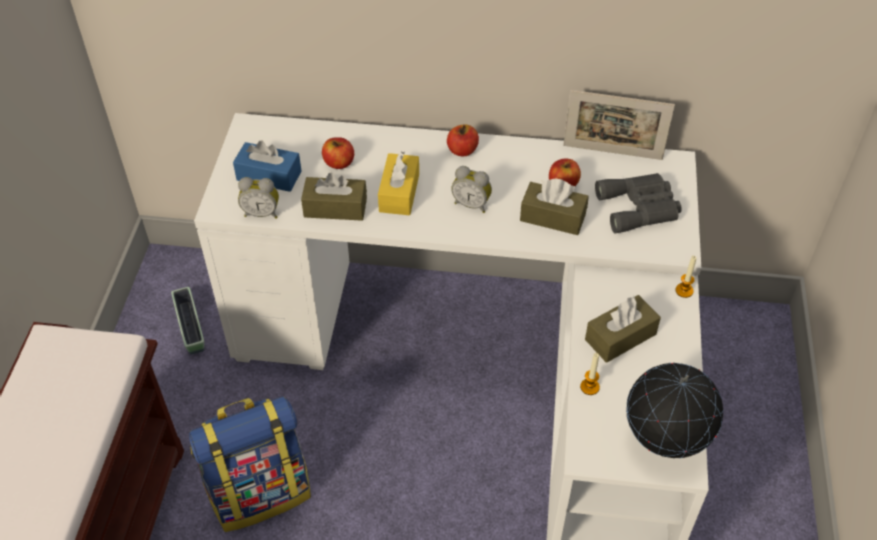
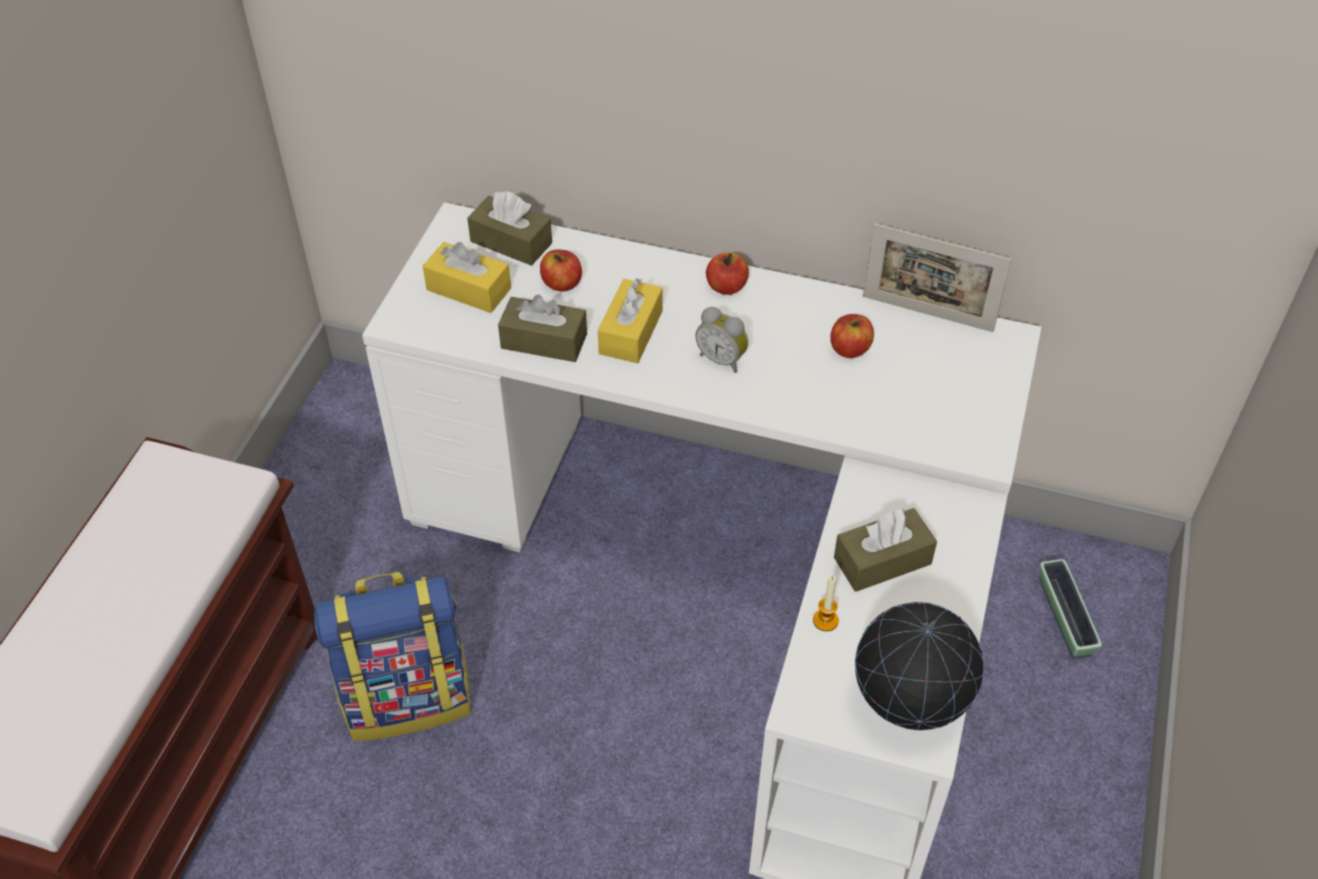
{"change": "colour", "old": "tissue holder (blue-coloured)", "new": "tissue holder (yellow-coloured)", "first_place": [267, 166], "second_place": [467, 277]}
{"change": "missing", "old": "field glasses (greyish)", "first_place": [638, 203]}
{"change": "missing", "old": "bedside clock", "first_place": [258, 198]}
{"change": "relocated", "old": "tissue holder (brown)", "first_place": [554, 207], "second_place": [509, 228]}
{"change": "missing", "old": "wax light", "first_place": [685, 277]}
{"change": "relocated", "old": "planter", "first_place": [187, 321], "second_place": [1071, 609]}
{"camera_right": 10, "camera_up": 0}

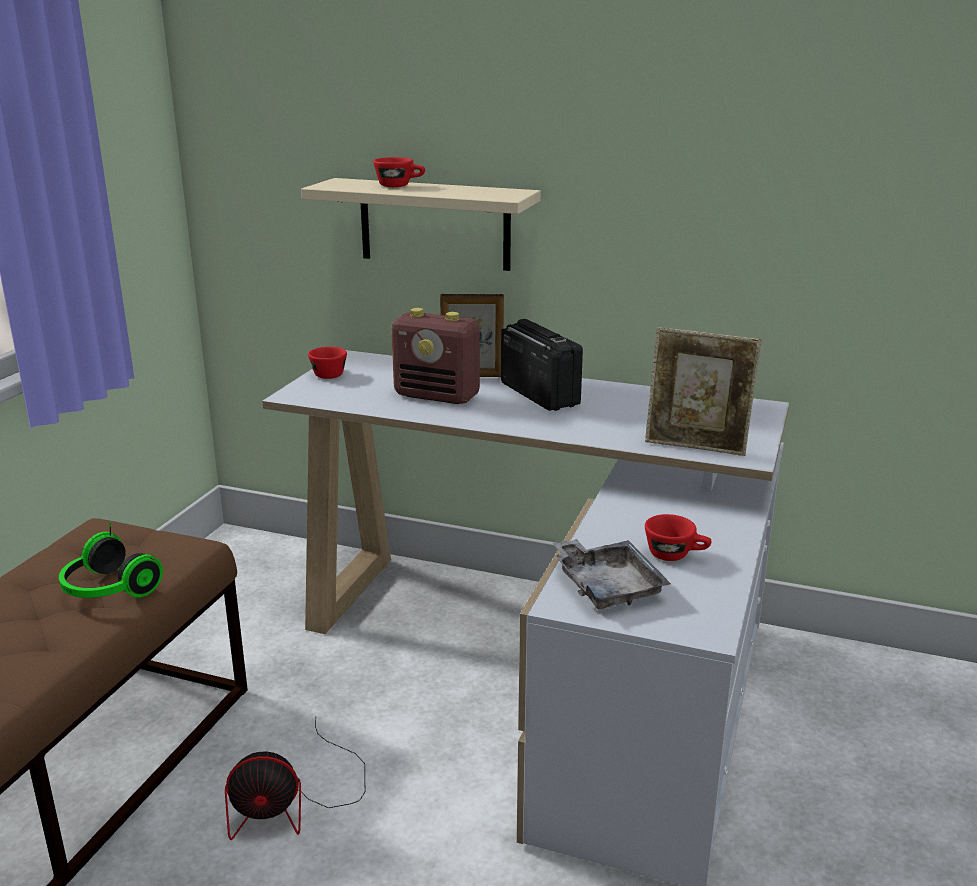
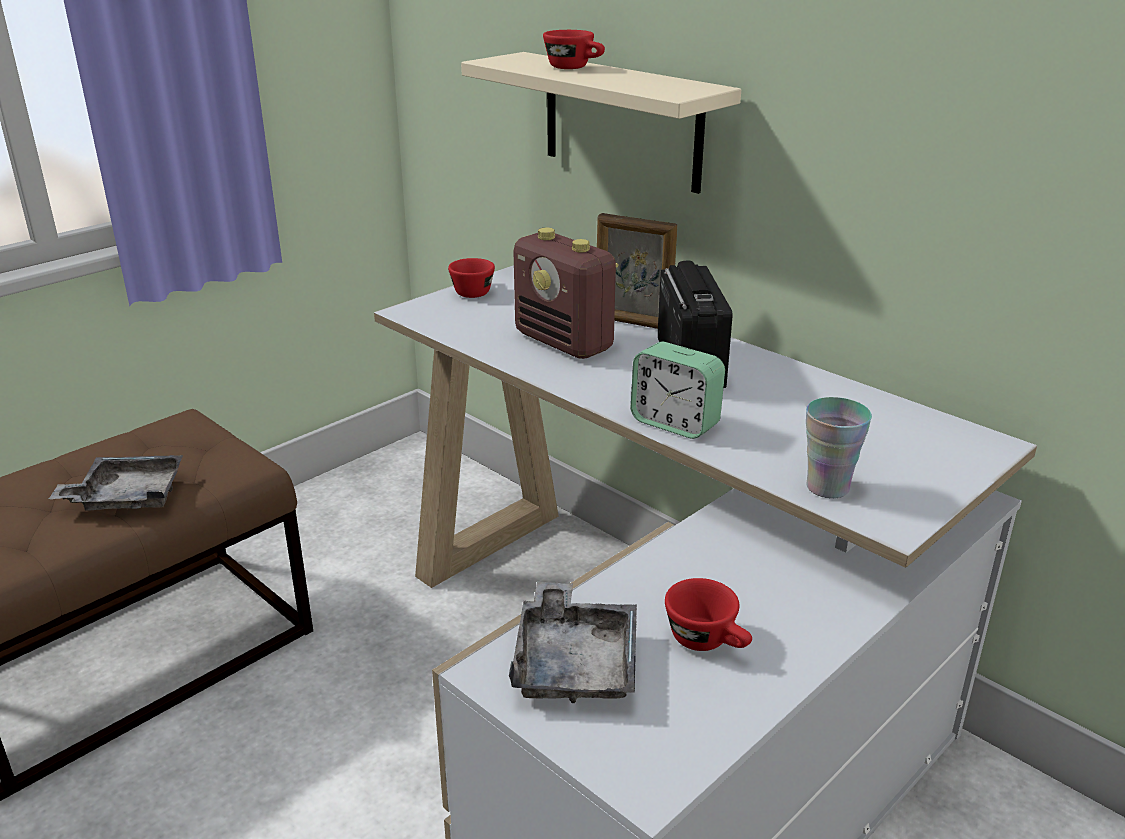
{"change": "exchanged", "old": "picture frame", "new": "drinking cup", "first_place": [703, 391], "second_place": [839, 447]}
{"change": "exchanged", "old": "headset", "new": "carrying tray (greyish)", "first_place": [111, 560], "second_place": [116, 482]}
{"change": "missing", "old": "fan", "first_place": [295, 779]}
{"change": "appeared", "new": "bedside clock", "second_place": [678, 390]}
{"camera_right": 25, "camera_up": 5}

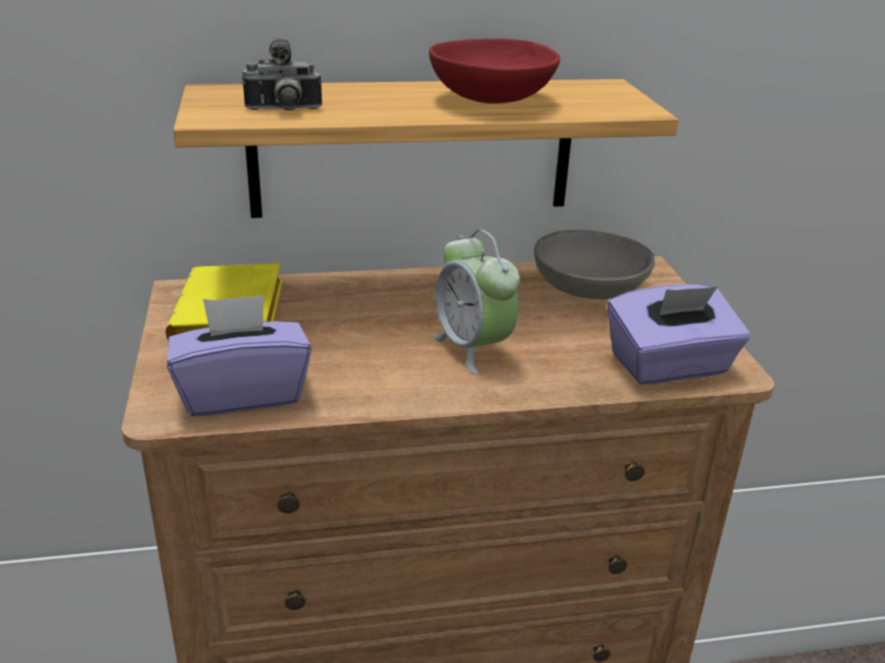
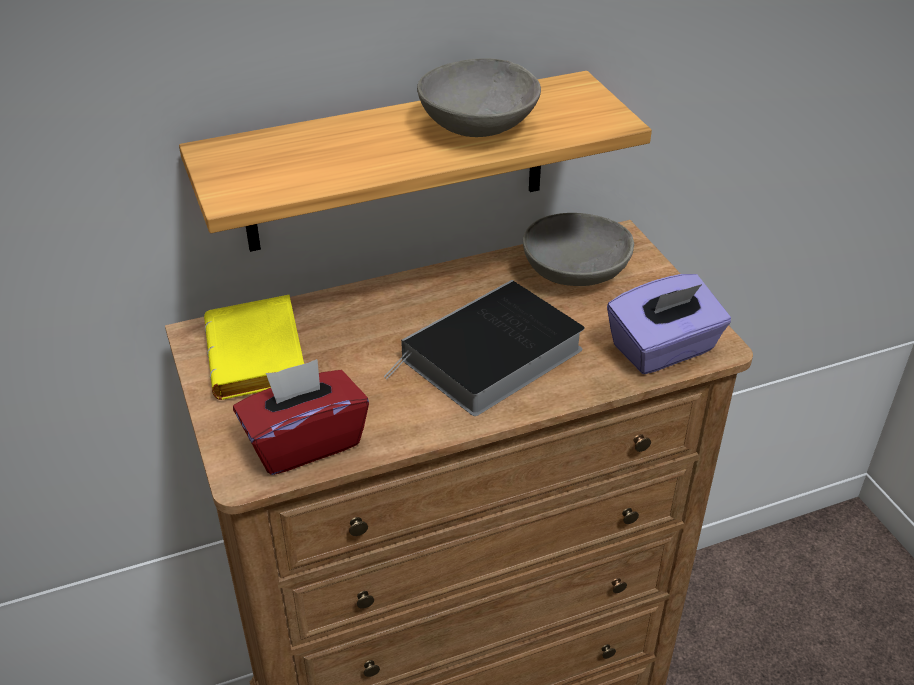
{"change": "colour", "old": "deep dish (reddish)", "new": "deep dish (greyish)", "first_place": [494, 71], "second_place": [479, 97]}
{"change": "missing", "old": "photo camera", "first_place": [282, 75]}
{"change": "exchanged", "old": "bedside clock", "new": "bound book", "first_place": [476, 302], "second_place": [484, 348]}
{"change": "colour", "old": "tissue holder (purplish)", "new": "tissue holder (reddish)", "first_place": [239, 355], "second_place": [301, 417]}
{"camera_right": -10, "camera_up": 10}

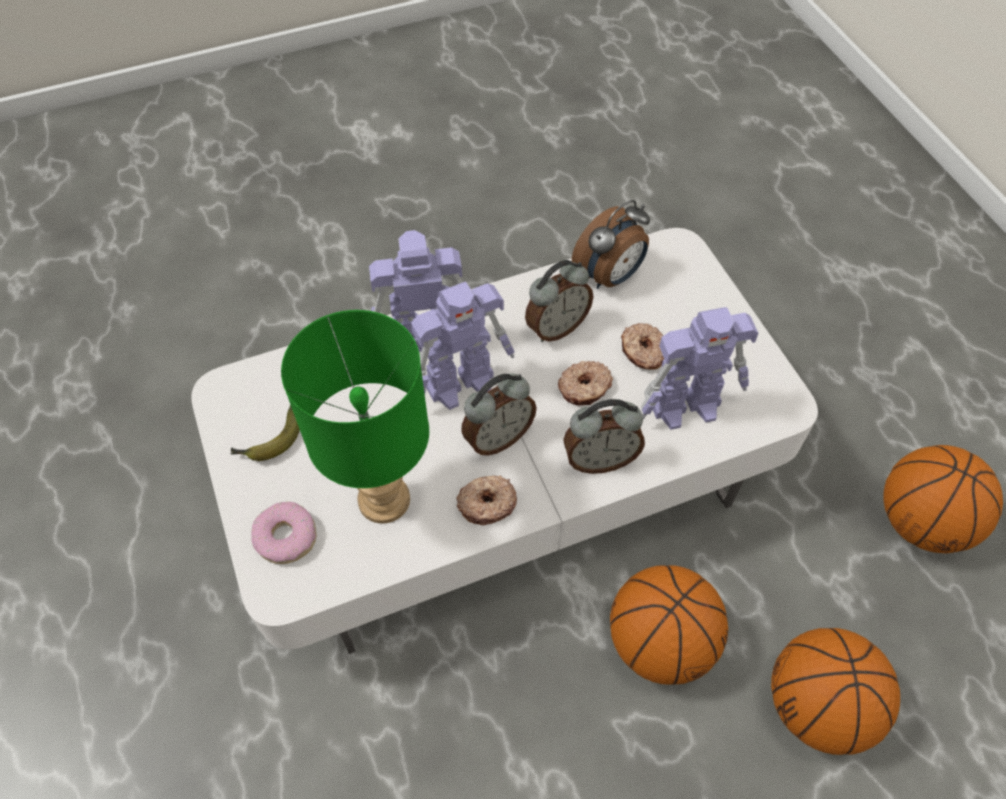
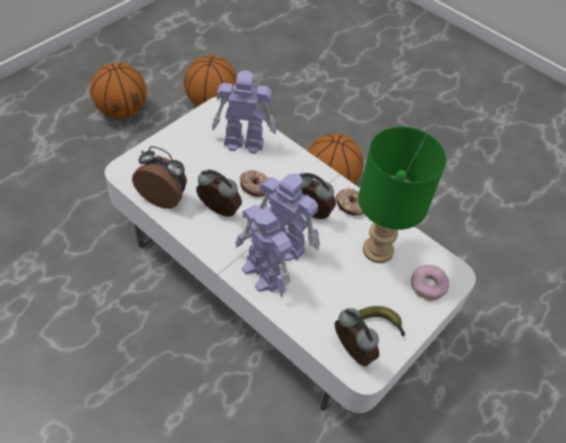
{"change": "spun", "old": "robot figure", "first_place": [700, 368], "second_place": [244, 112], "degrees": -45}
{"change": "missing", "old": "ring doughnut", "first_place": [642, 346]}
{"change": "relocated", "old": "bedside clock", "first_place": [604, 436], "second_place": [357, 337]}
{"change": "relocated", "old": "basketball", "first_place": [835, 691], "second_place": [118, 90]}
{"camera_right": -120, "camera_up": -5}

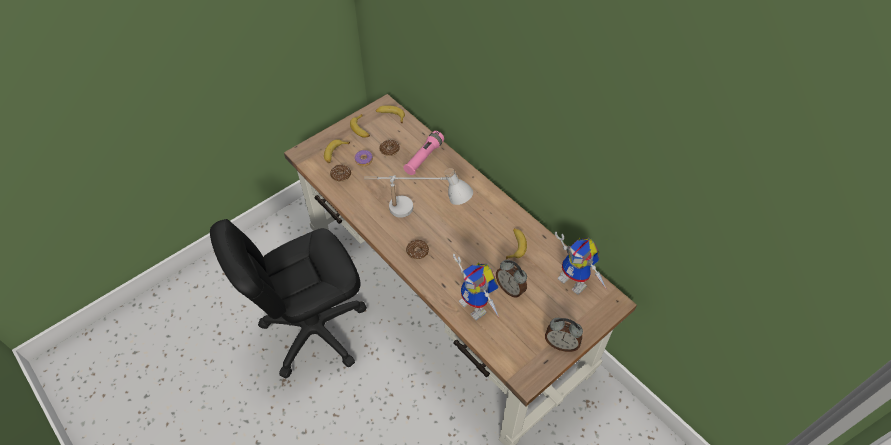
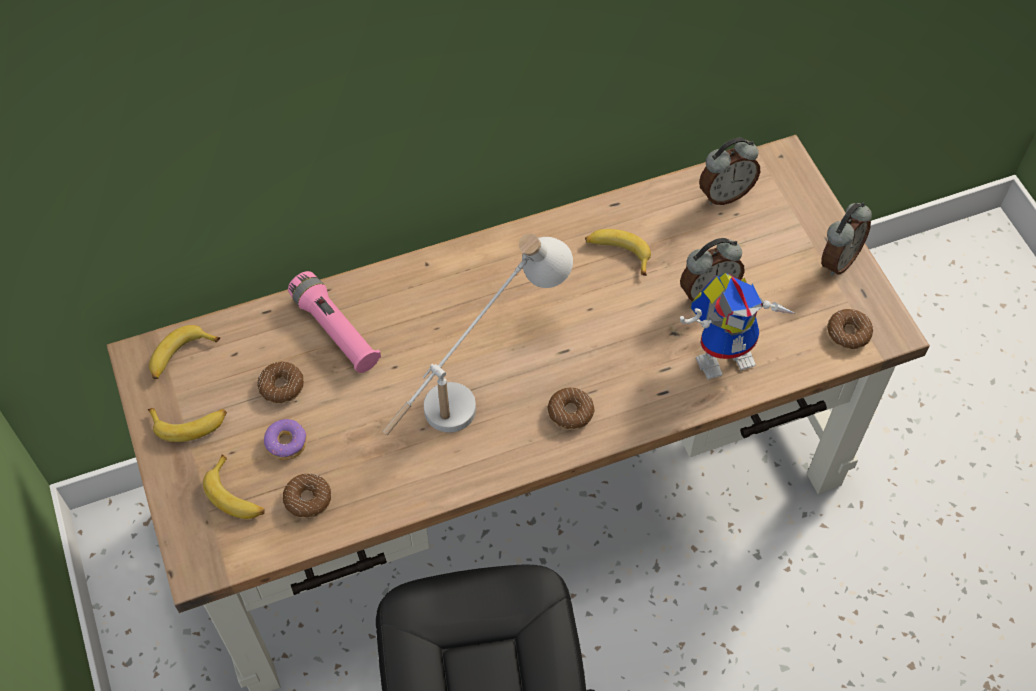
{"change": "exchanged", "old": "robot figure", "new": "bedside clock", "first_place": [581, 263], "second_place": [729, 171]}
{"change": "appeared", "new": "ring doughnut", "second_place": [850, 329]}
{"camera_right": -70, "camera_up": 5}

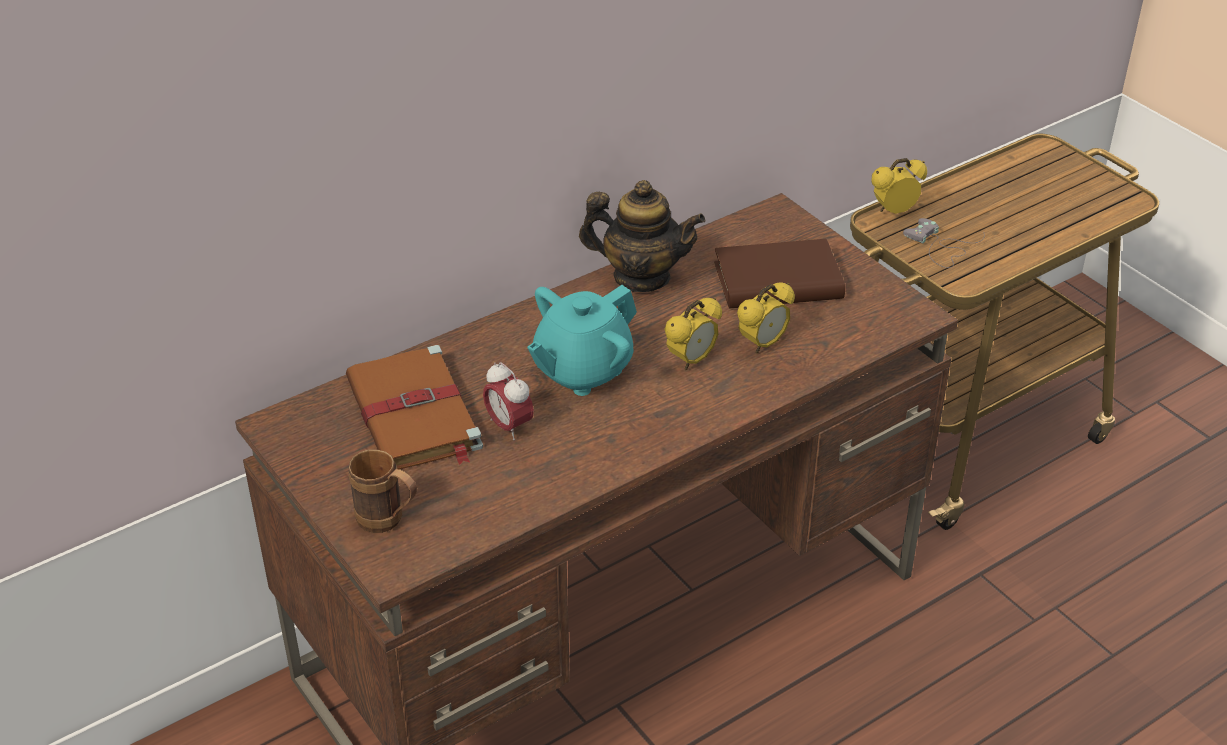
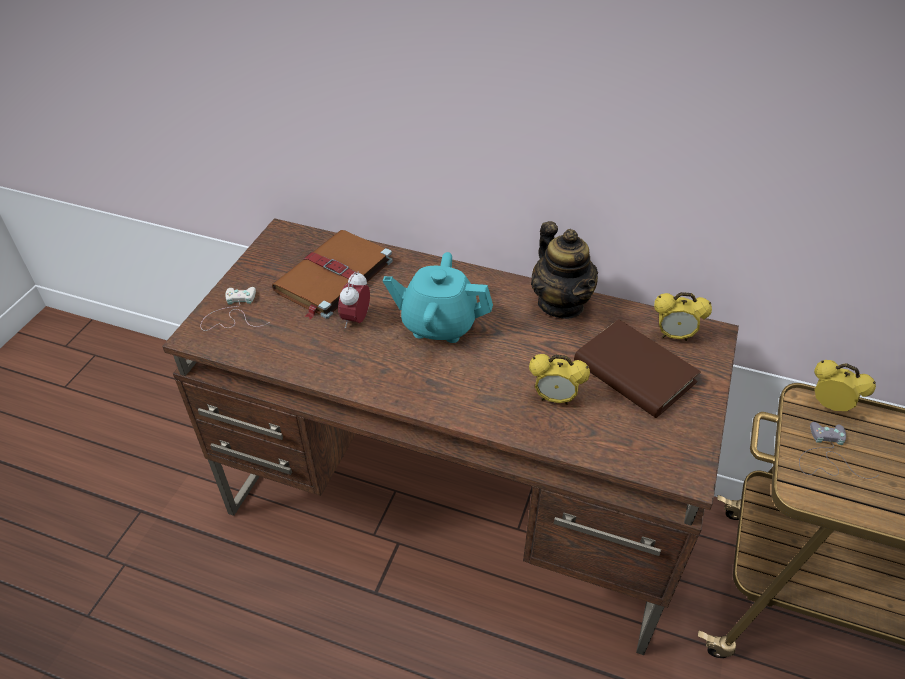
{"change": "relocated", "old": "bedside clock", "first_place": [693, 334], "second_place": [683, 316]}
{"change": "exchanged", "old": "mug (brown)", "new": "gamepad (white-coloured)", "first_place": [383, 491], "second_place": [235, 309]}
{"camera_right": 55, "camera_up": 5}

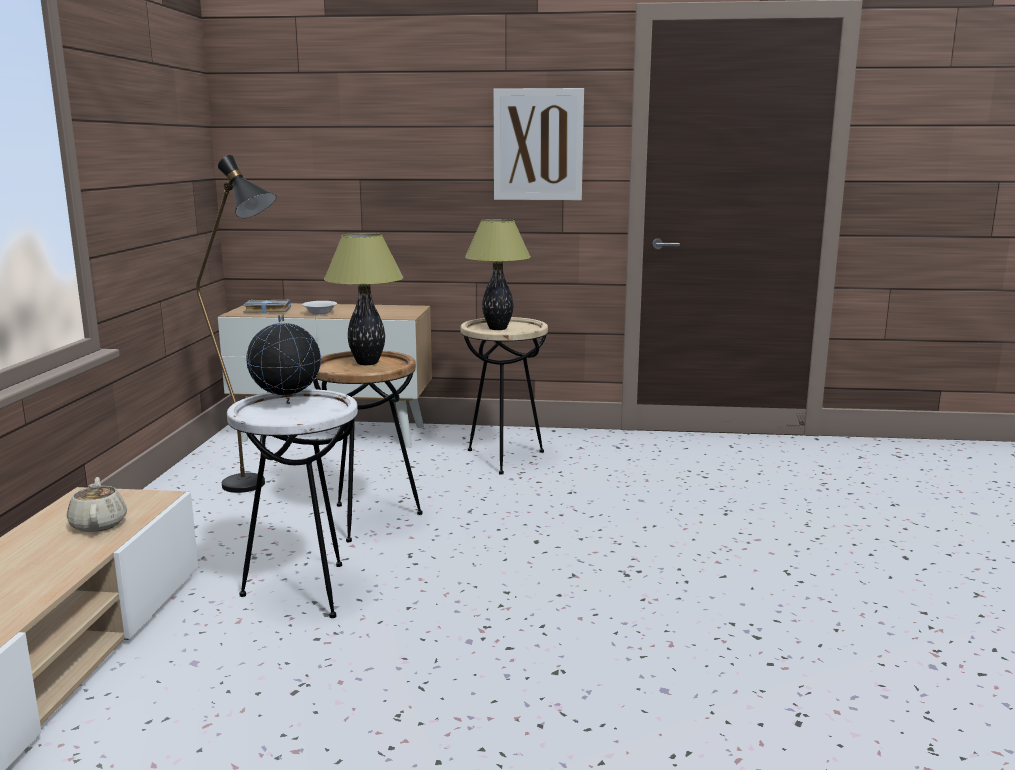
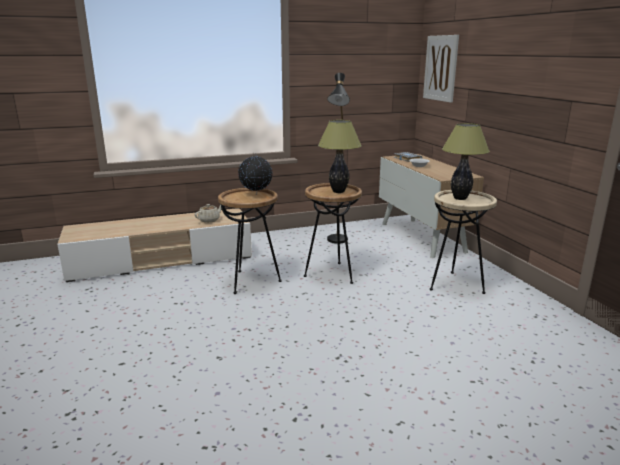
{"change": "relocated", "old": "wall art", "first_place": [539, 144], "second_place": [441, 69]}
{"change": "colour", "old": "side table (white-coloured)", "new": "side table (brown)", "first_place": [292, 503], "second_place": [250, 241]}
{"camera_right": 65, "camera_up": 5}

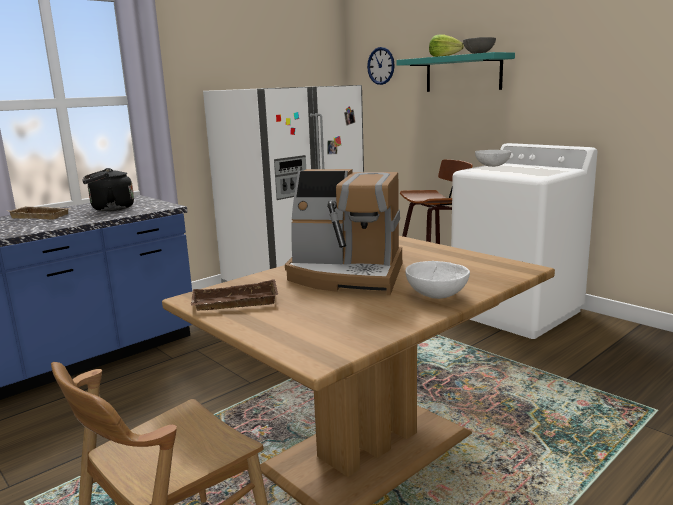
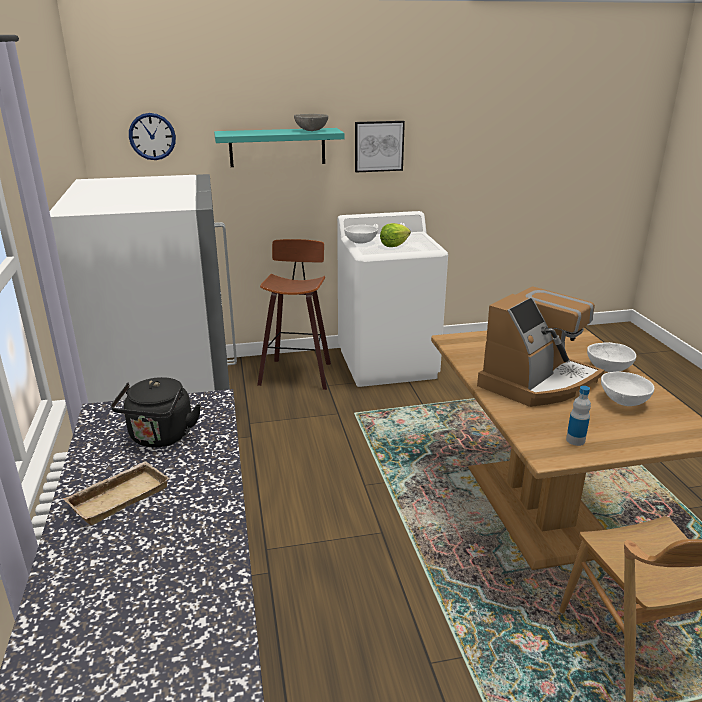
{"change": "relocated", "old": "lettuce", "first_place": [446, 45], "second_place": [395, 235]}
{"change": "exchanged", "old": "carrying tray (brown)", "new": "bottle", "first_place": [235, 295], "second_place": [578, 416]}
{"change": "appeared", "new": "wall art", "second_place": [380, 147]}
{"change": "appeared", "new": "deep dish (white-coloured)", "second_place": [627, 389]}
{"camera_right": -60, "camera_up": 10}

